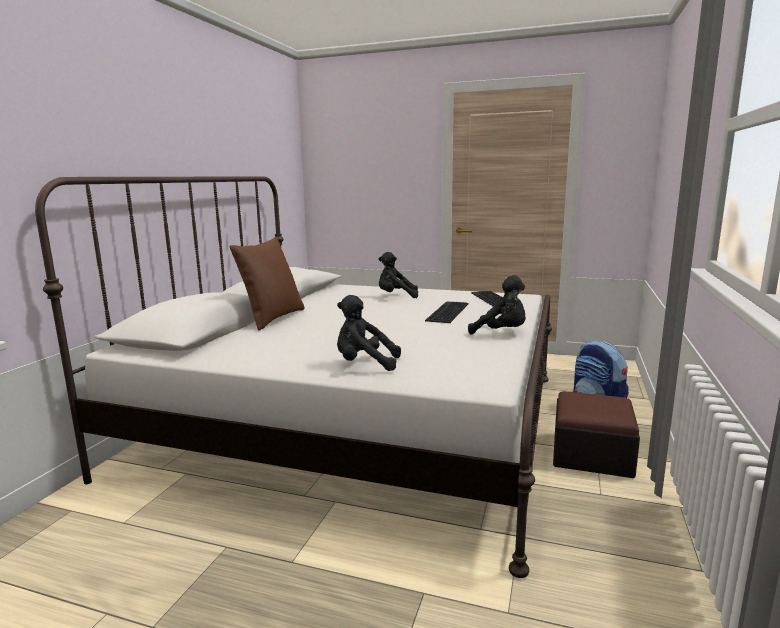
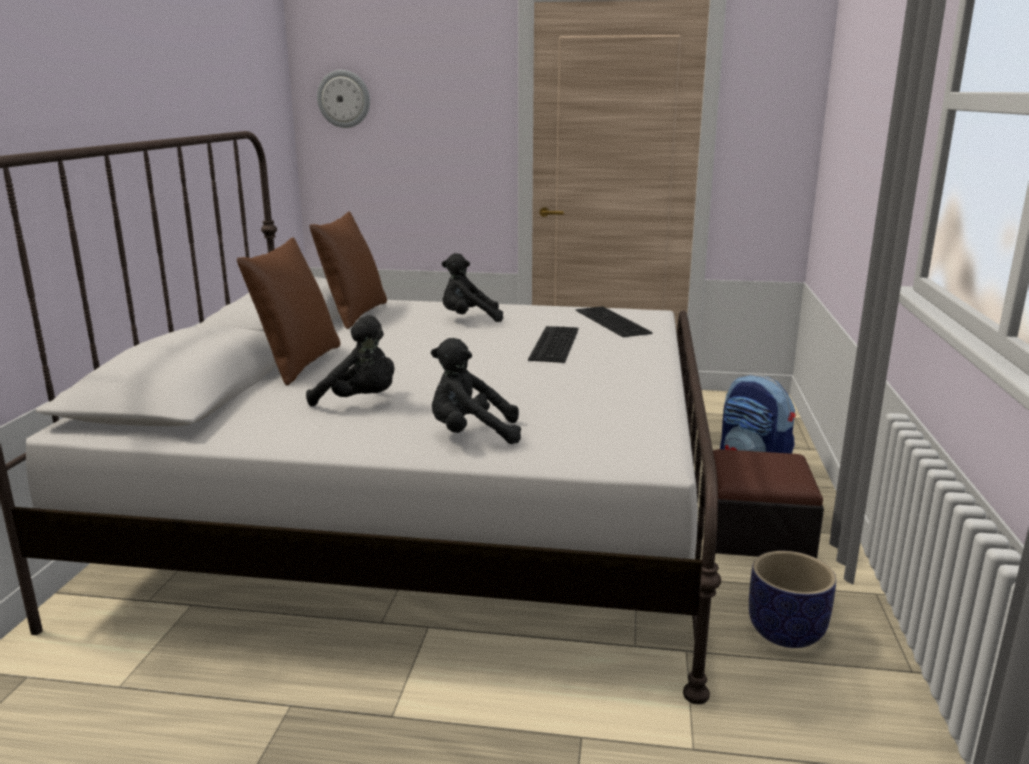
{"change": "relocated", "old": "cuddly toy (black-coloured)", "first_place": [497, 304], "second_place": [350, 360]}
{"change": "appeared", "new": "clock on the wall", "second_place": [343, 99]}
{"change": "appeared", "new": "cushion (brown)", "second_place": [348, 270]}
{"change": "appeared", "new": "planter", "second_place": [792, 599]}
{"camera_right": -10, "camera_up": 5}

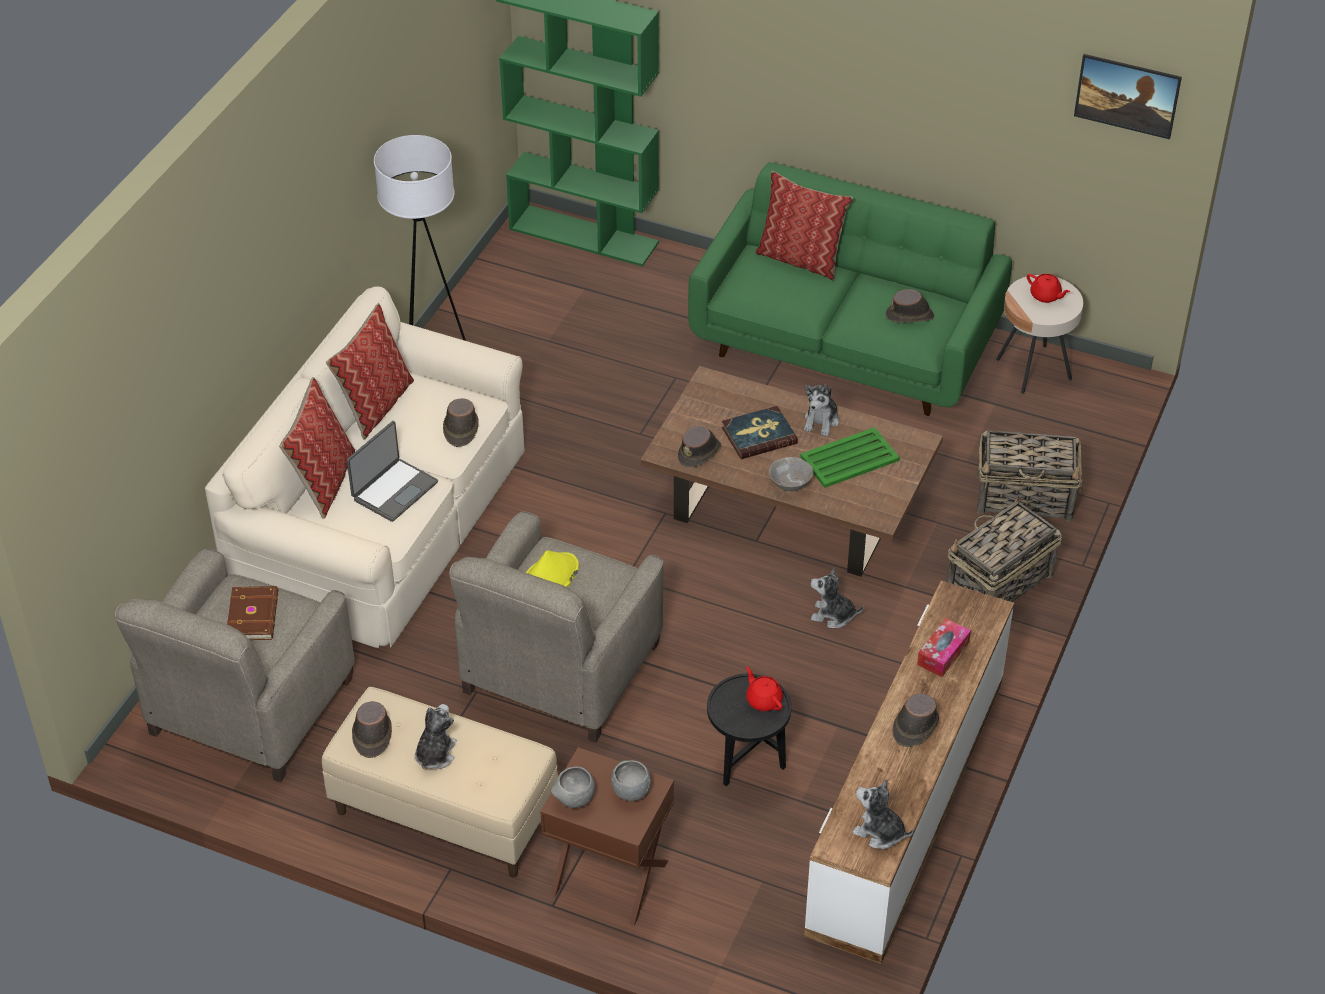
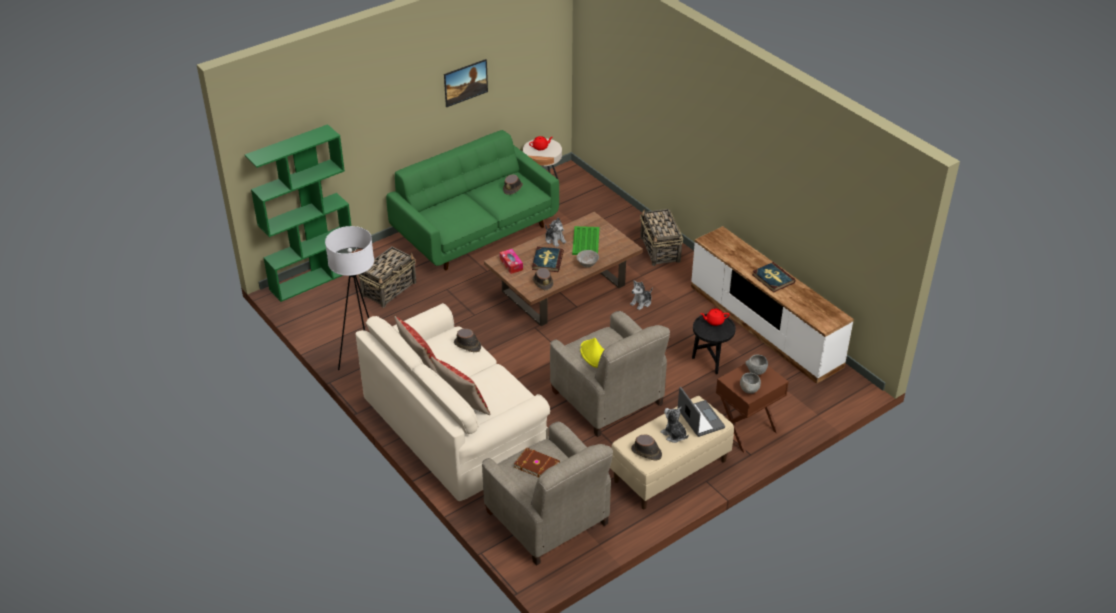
{"change": "relocated", "old": "wall art", "first_place": [1128, 96], "second_place": [466, 83]}
{"change": "missing", "old": "cushion", "first_place": [804, 226]}
{"change": "relocated", "old": "laptop", "first_place": [392, 471], "second_place": [701, 412]}
{"change": "relocated", "old": "storage basket", "first_place": [1029, 475], "second_place": [387, 277]}
{"change": "relocated", "old": "tissue holder", "first_place": [944, 648], "second_place": [511, 261]}
{"change": "exchanged", "old": "clothing hat (brown)", "new": "bound book", "first_place": [916, 720], "second_place": [774, 277]}
{"change": "missing", "old": "cuddly toy", "first_place": [883, 814]}
{"camera_right": -60, "camera_up": -5}

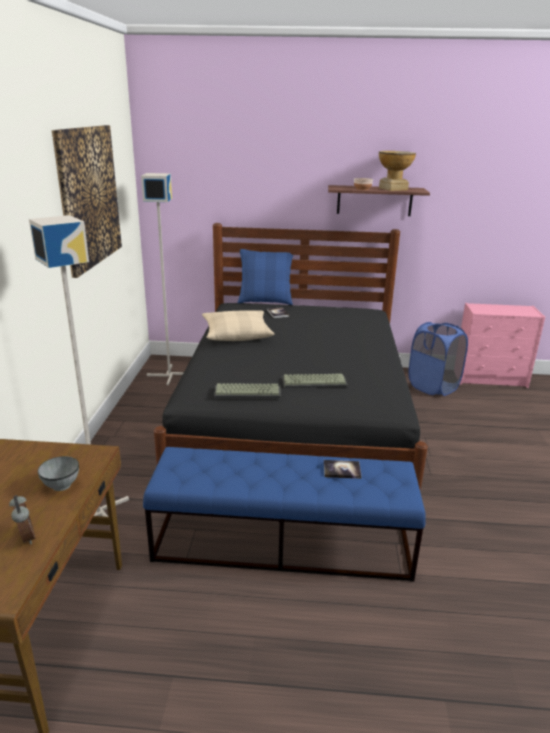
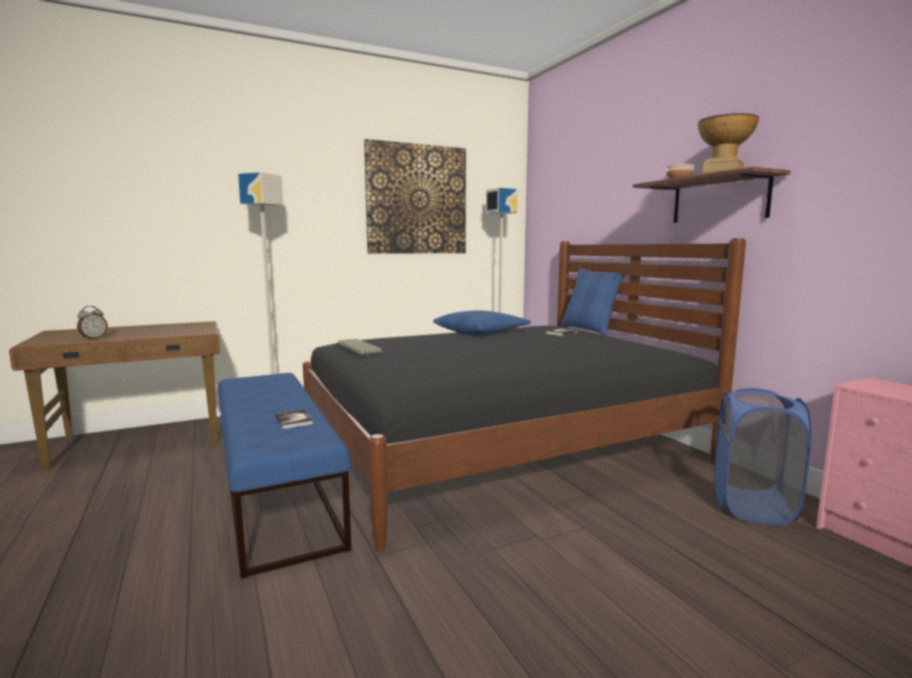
{"change": "colour", "old": "cushion (beige)", "new": "cushion (blue-coloured)", "first_place": [238, 325], "second_place": [482, 323]}
{"change": "missing", "old": "computer keyboard", "first_place": [315, 381]}
{"change": "missing", "old": "deep dish (greyish)", "first_place": [58, 473]}
{"camera_right": 60, "camera_up": -15}

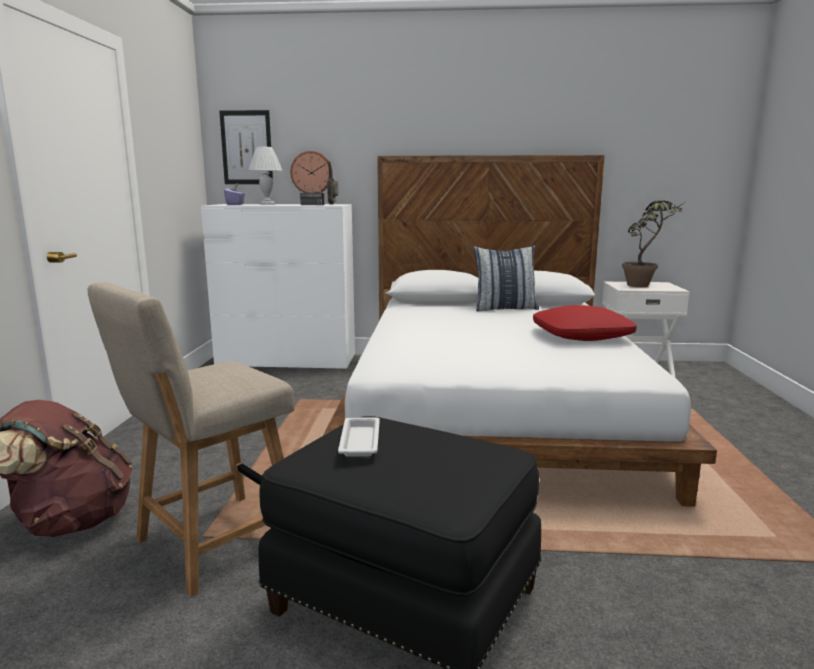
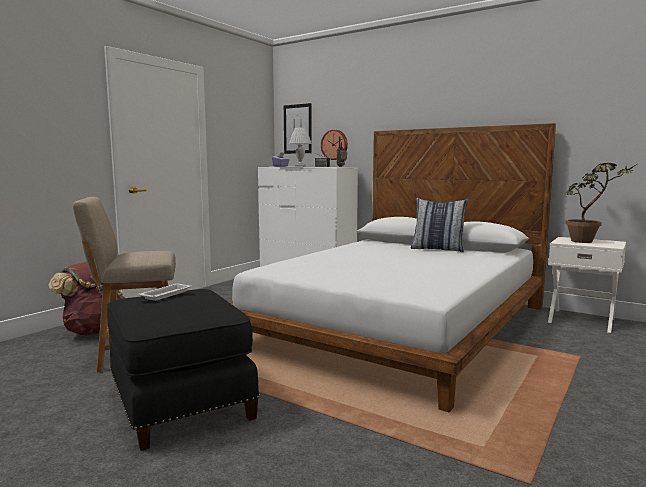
{"change": "missing", "old": "cushion (reddish)", "first_place": [585, 323]}
{"camera_right": 30, "camera_up": -5}

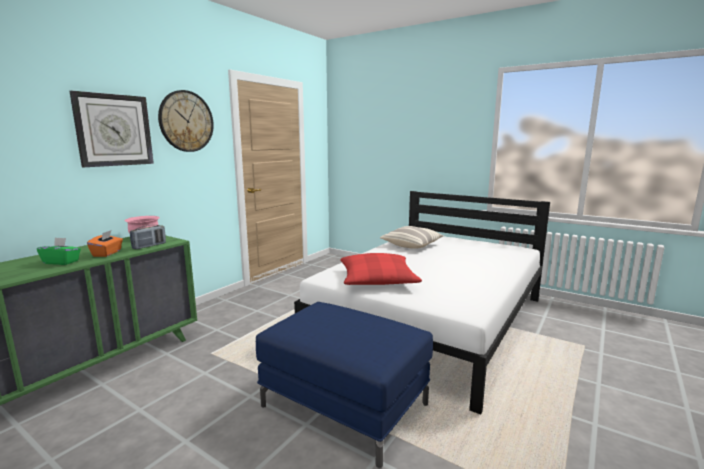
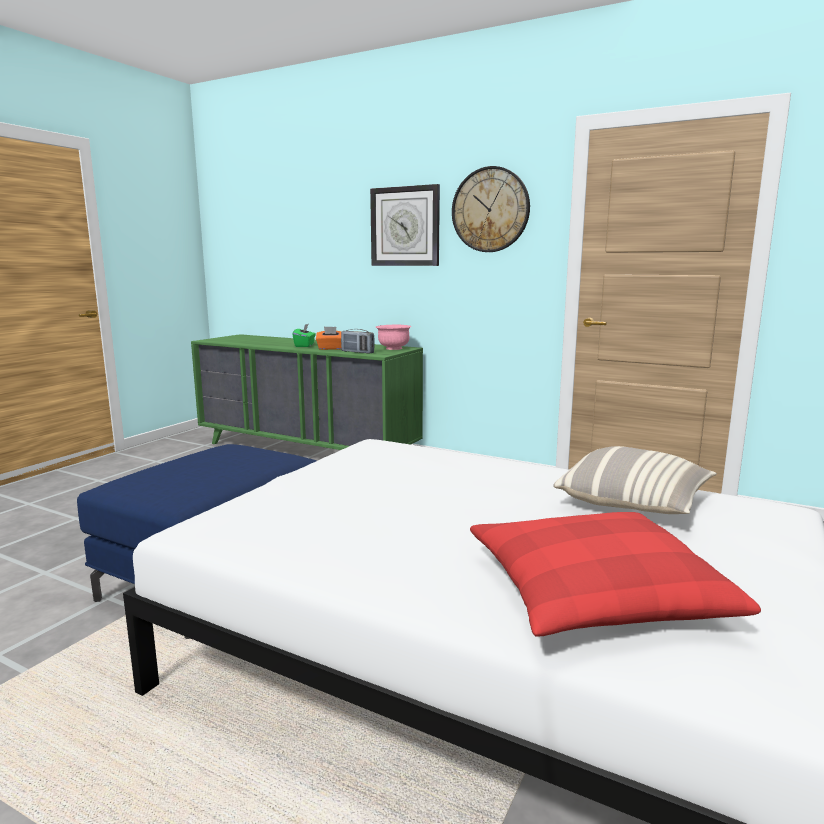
{"change": "relocated", "old": "cushion (reddish)", "first_place": [381, 269], "second_place": [615, 574]}
{"camera_right": 85, "camera_up": 0}

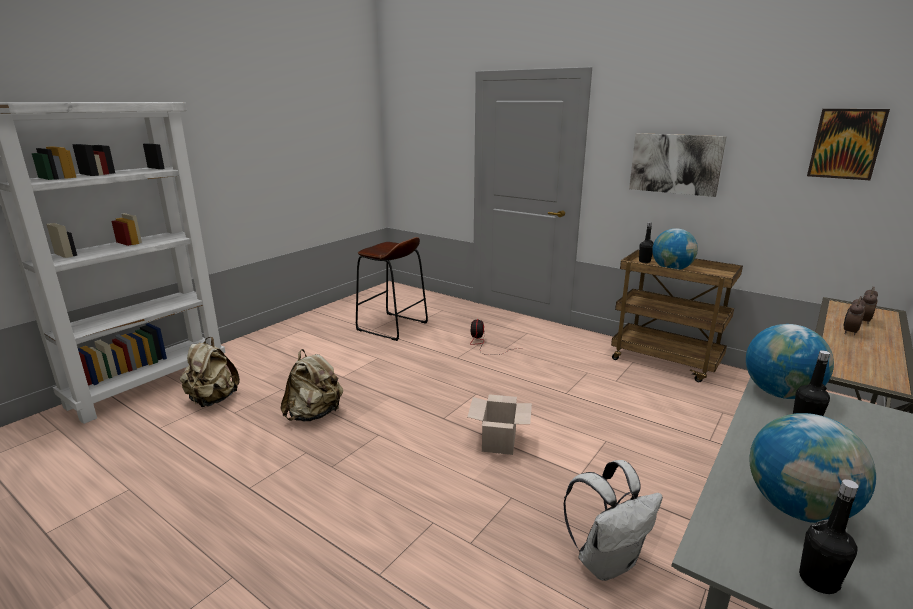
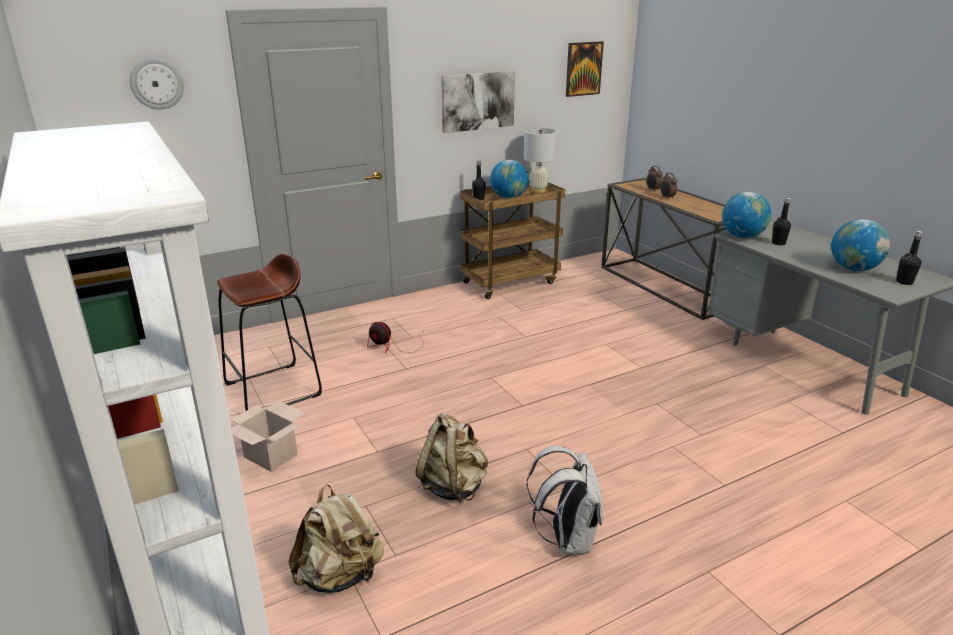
{"change": "relocated", "old": "packing box", "first_place": [499, 424], "second_place": [268, 436]}
{"change": "relocated", "old": "knapsack (white-coloured)", "first_place": [613, 520], "second_place": [565, 500]}
{"change": "appeared", "new": "clock on the wall", "second_place": [157, 84]}
{"change": "appeared", "new": "lamp for a table (white-coloured)", "second_place": [540, 160]}
{"camera_right": -65, "camera_up": 5}

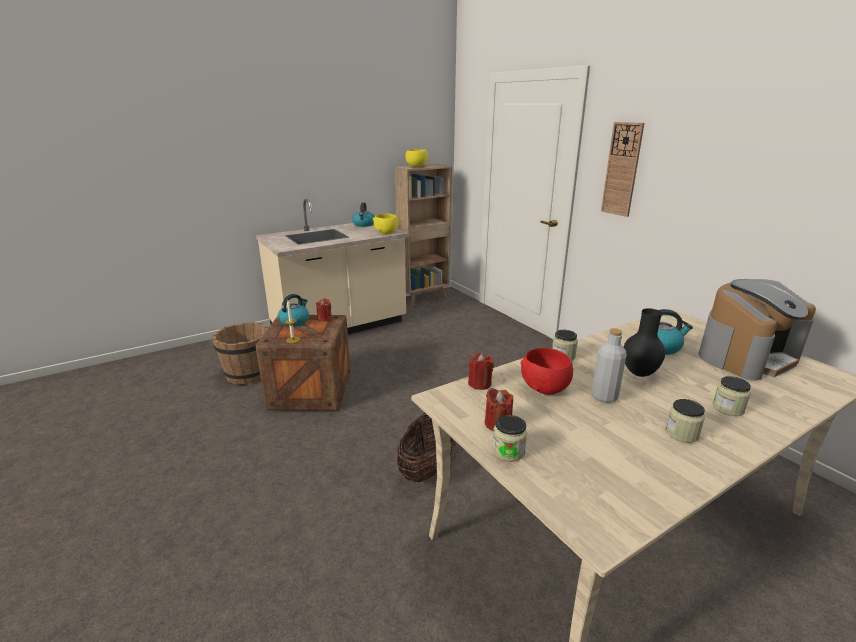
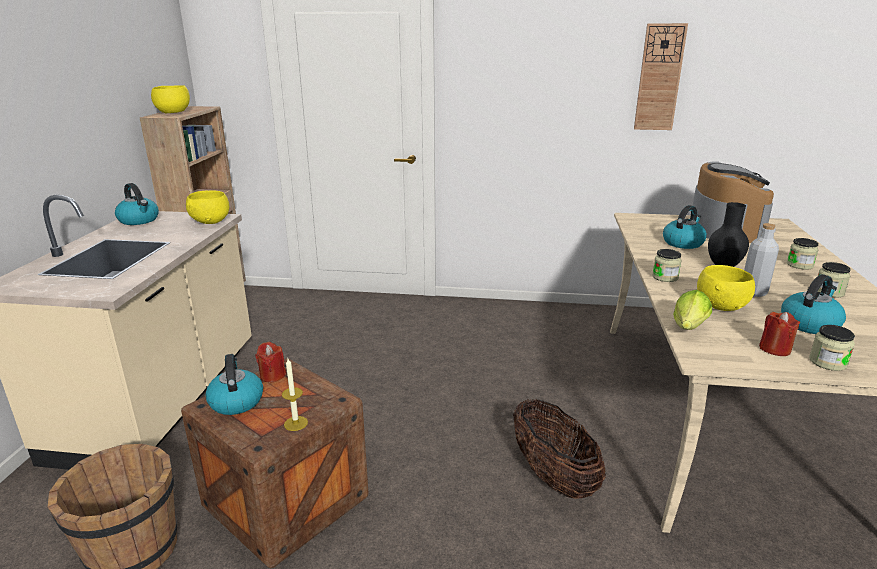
{"change": "relocated", "old": "clock on the wall", "first_place": [622, 169], "second_place": [661, 76]}
{"change": "colour", "old": "deep dish (reddish)", "new": "deep dish (yellow-coloured)", "first_place": [547, 371], "second_place": [726, 288]}
{"change": "exchanged", "old": "wax light (reddish)", "new": "lettuce", "first_place": [481, 371], "second_place": [692, 310]}
{"change": "appeared", "new": "tea kettle", "second_place": [813, 304]}
{"camera_right": -50, "camera_up": 0}

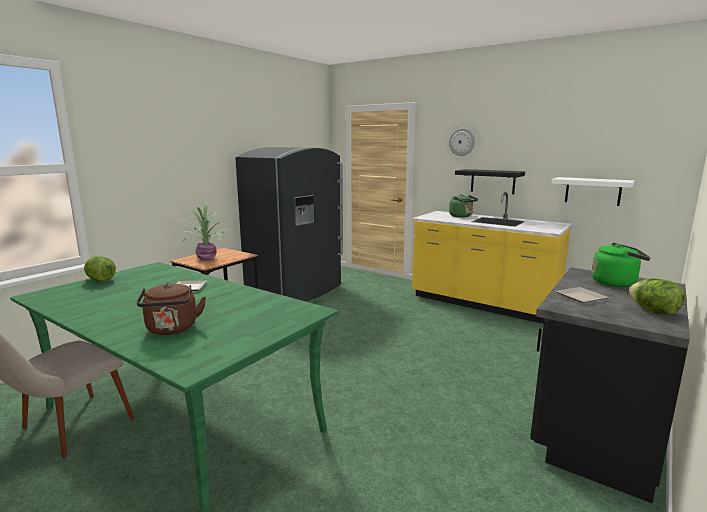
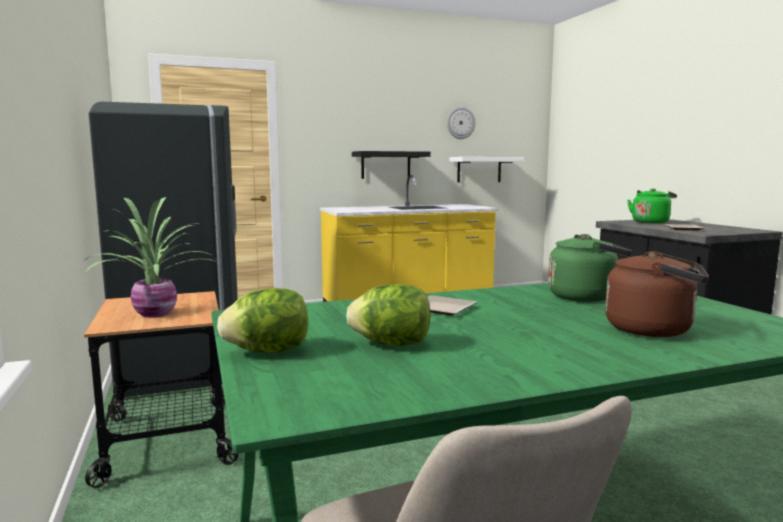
{"change": "relocated", "old": "clock on the wall", "first_place": [462, 142], "second_place": [461, 123]}
{"change": "relocated", "old": "tea kettle (green)", "first_place": [463, 206], "second_place": [590, 268]}
{"change": "relocated", "old": "lettuce", "first_place": [656, 296], "second_place": [388, 315]}
{"camera_right": -55, "camera_up": -5}

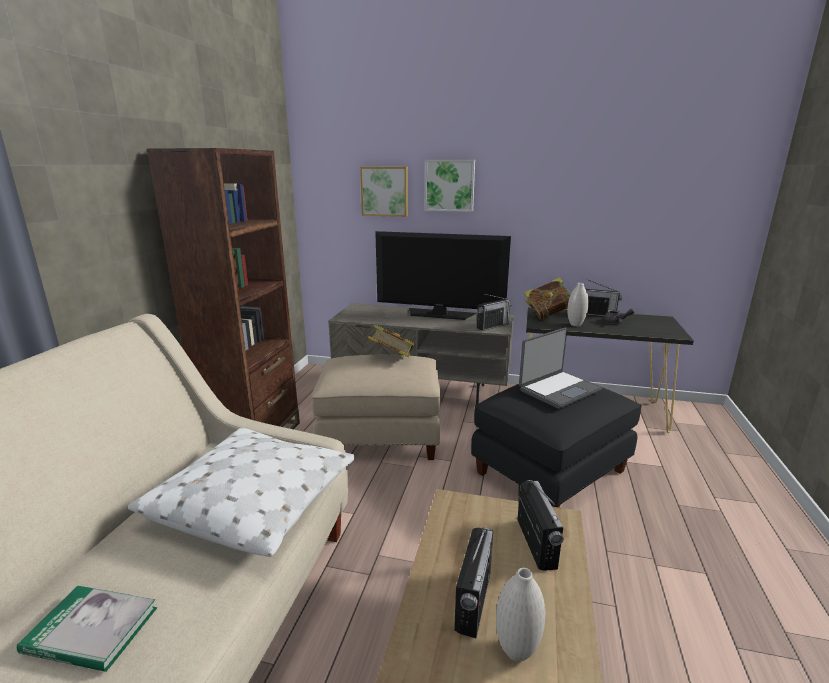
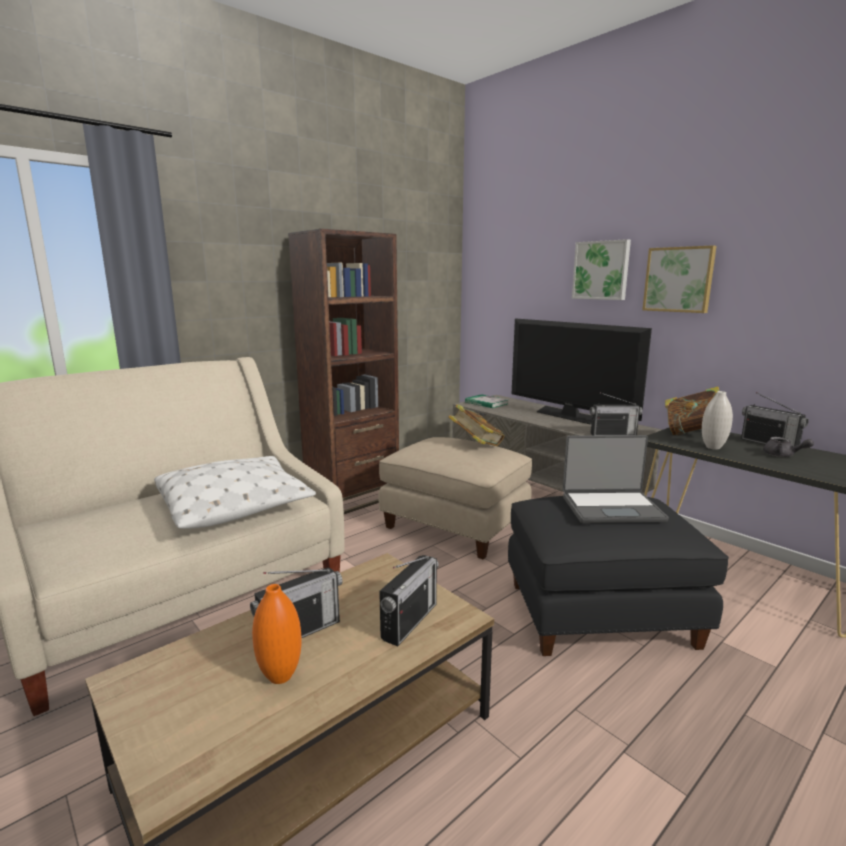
{"change": "relocated", "old": "wall art", "first_place": [384, 192], "second_place": [679, 279]}
{"change": "colour", "old": "vase (white-coloured)", "new": "vase (orangey)", "first_place": [520, 615], "second_place": [276, 634]}
{"change": "relocated", "old": "bound book", "first_place": [87, 629], "second_place": [486, 401]}
{"camera_right": 35, "camera_up": -5}

